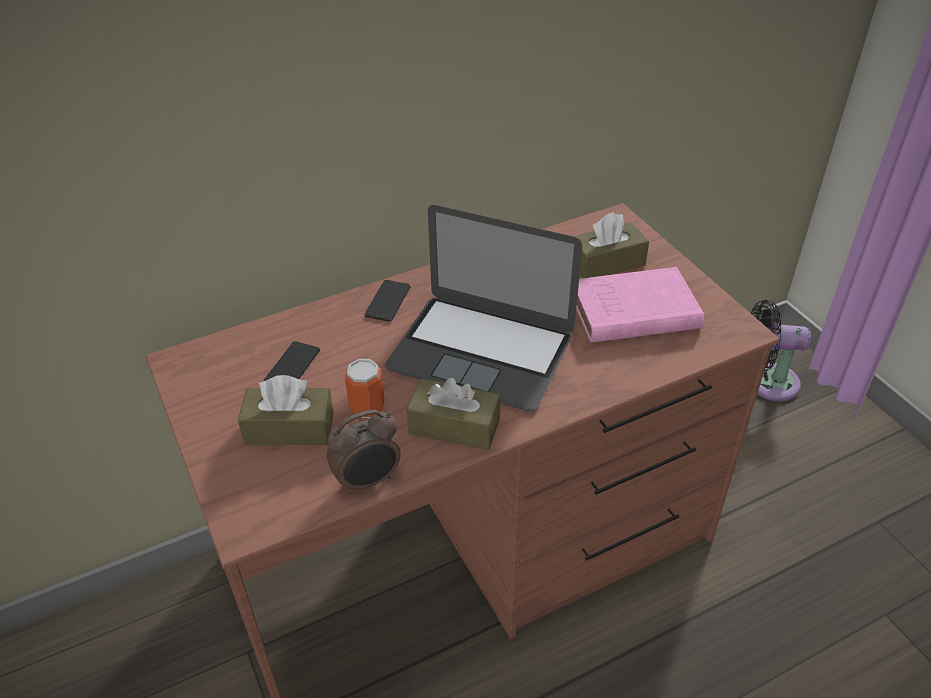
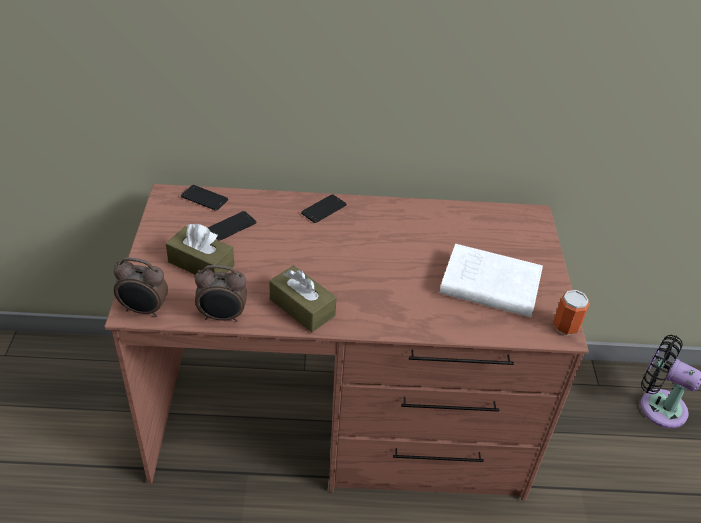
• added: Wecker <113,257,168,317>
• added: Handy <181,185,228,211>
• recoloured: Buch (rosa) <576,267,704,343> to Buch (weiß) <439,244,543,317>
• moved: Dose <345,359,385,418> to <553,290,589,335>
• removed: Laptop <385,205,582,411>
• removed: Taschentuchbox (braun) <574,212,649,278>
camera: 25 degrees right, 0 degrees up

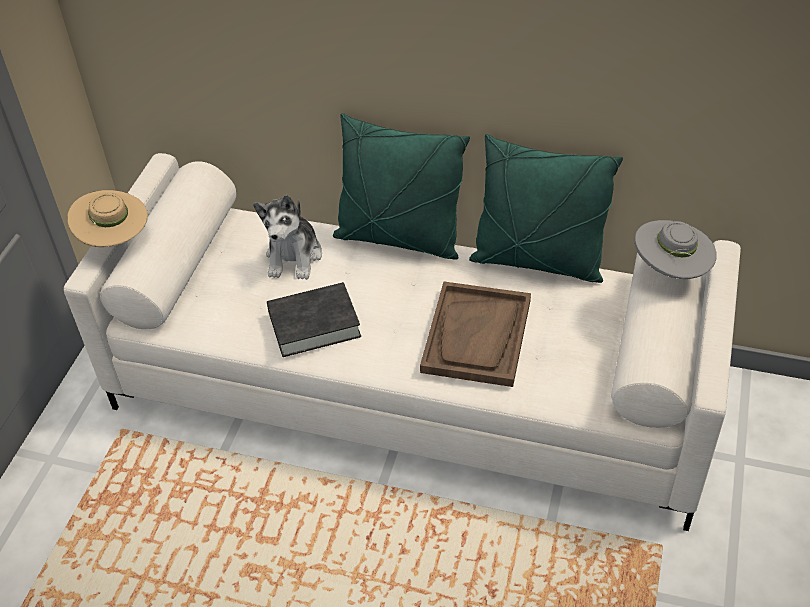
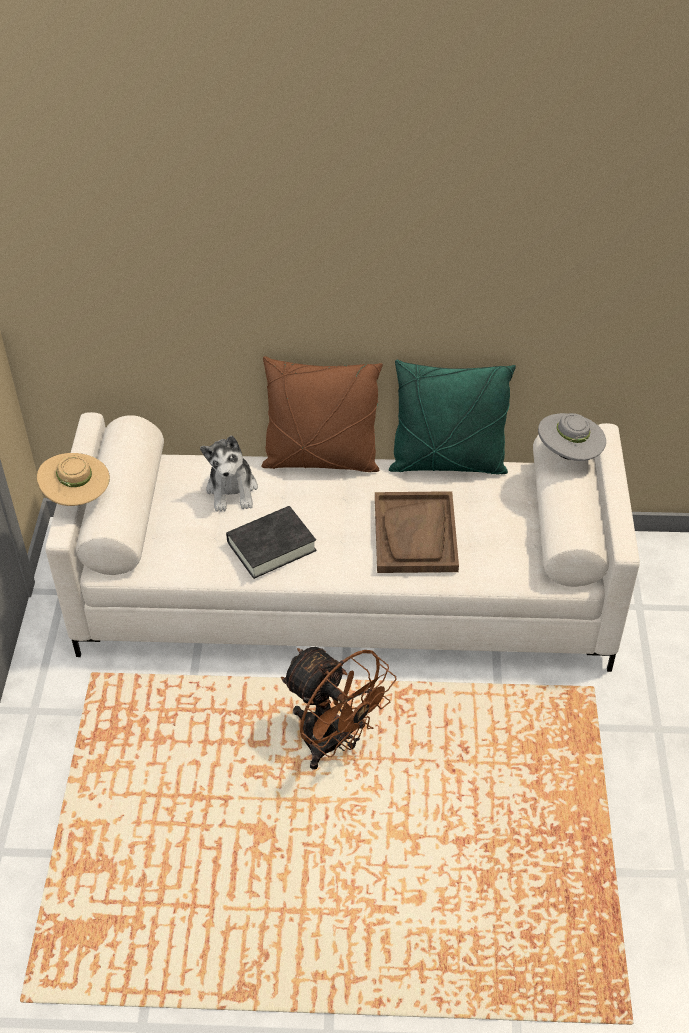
• recoloured: Kissen (grün) <333,113,470,260> to Kissen (braun) <261,356,383,472>
• added: Ventilator (braun) <281,647,397,770>
camera: 15 degrees left, 0 degrees up

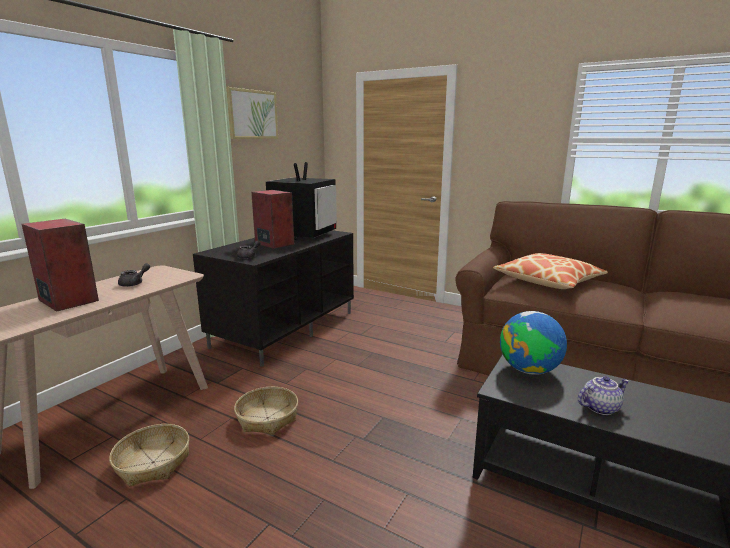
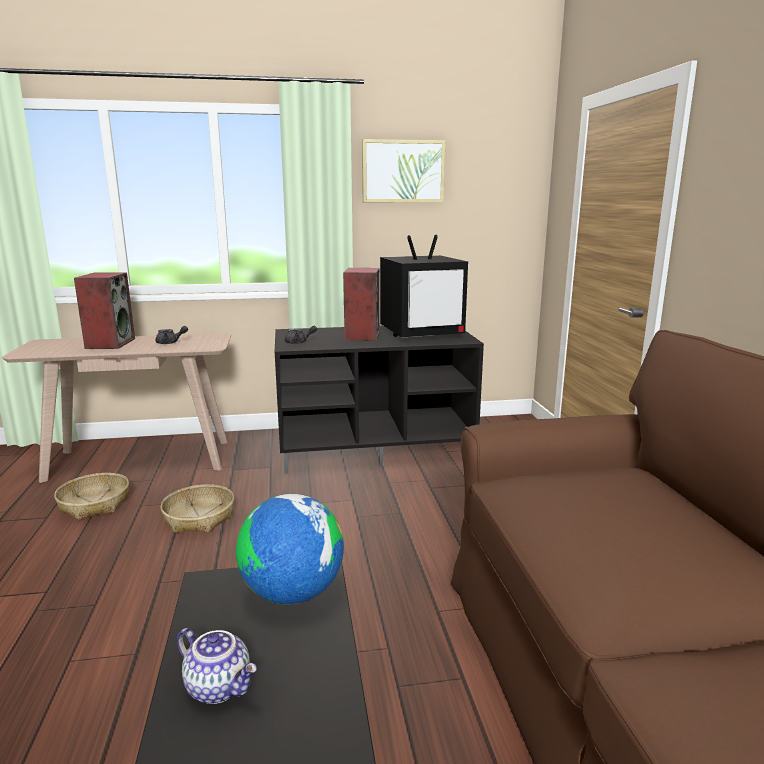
• removed: Kissen <493,253,608,289>
camera: 50 degrees right, 0 degrees up

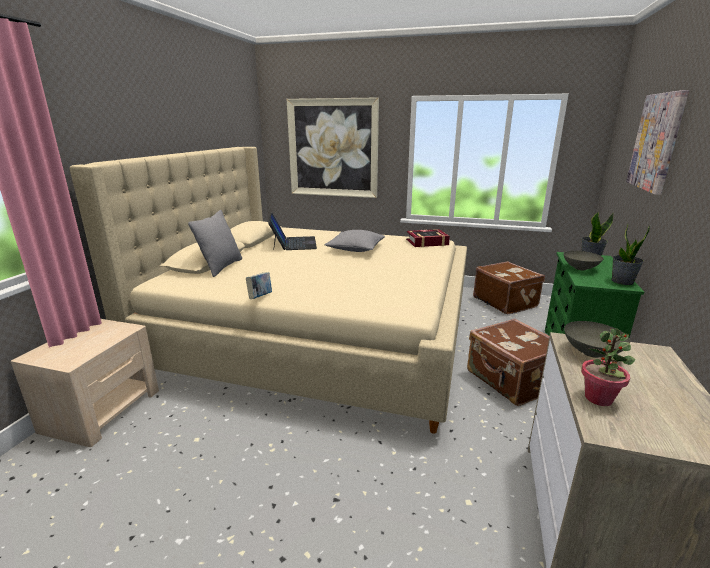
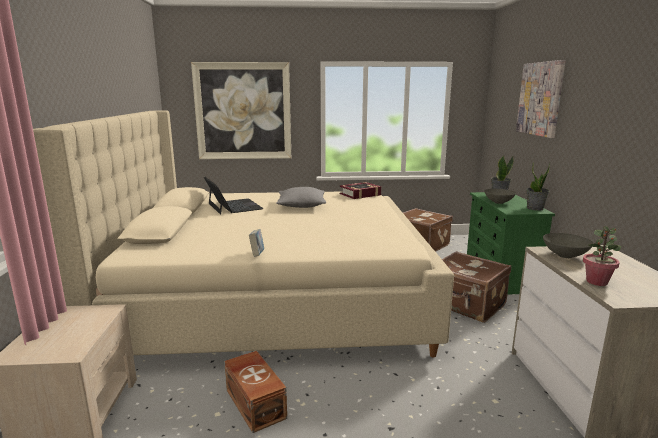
• added: Aufbewahrungsbox (braun) <224,351,287,433>
• removed: Kissen (grau) <188,210,242,277>
camera: 20 degrees left, 5 degrees down

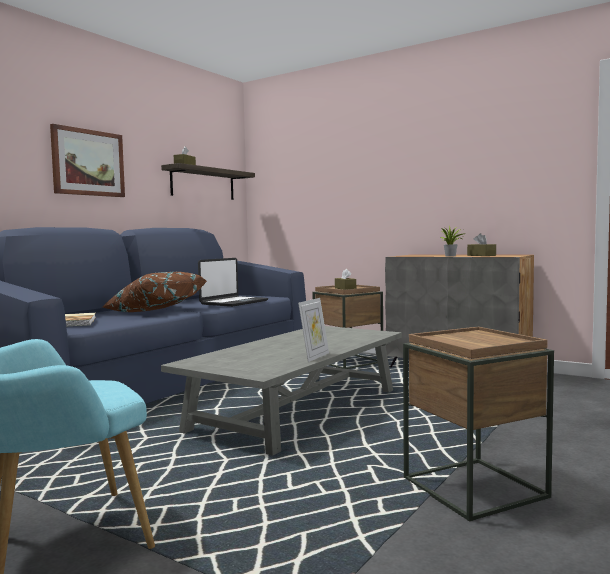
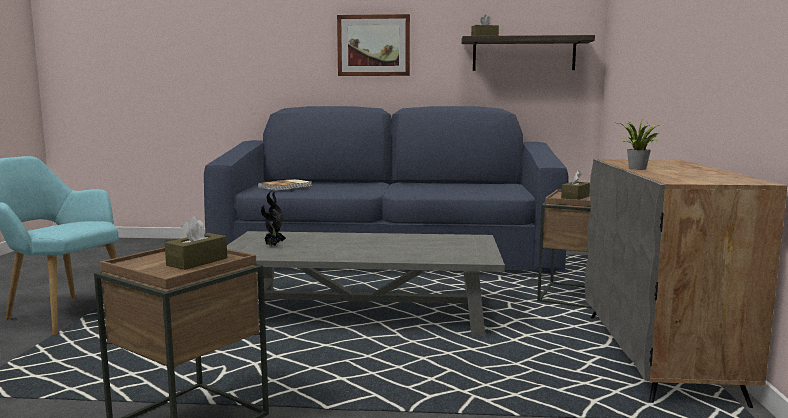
• moved: Taschentuchbox (braun) <467,233,496,256> to <165,216,227,270>
• added: Topfpflanze <261,192,286,246>
• removed: Kissen (braun) <103,272,207,312>
• removed: Laptop <198,258,268,307>
• removed: Bilderrahmen <298,298,329,362>
camera: 60 degrees right, 5 degrees up

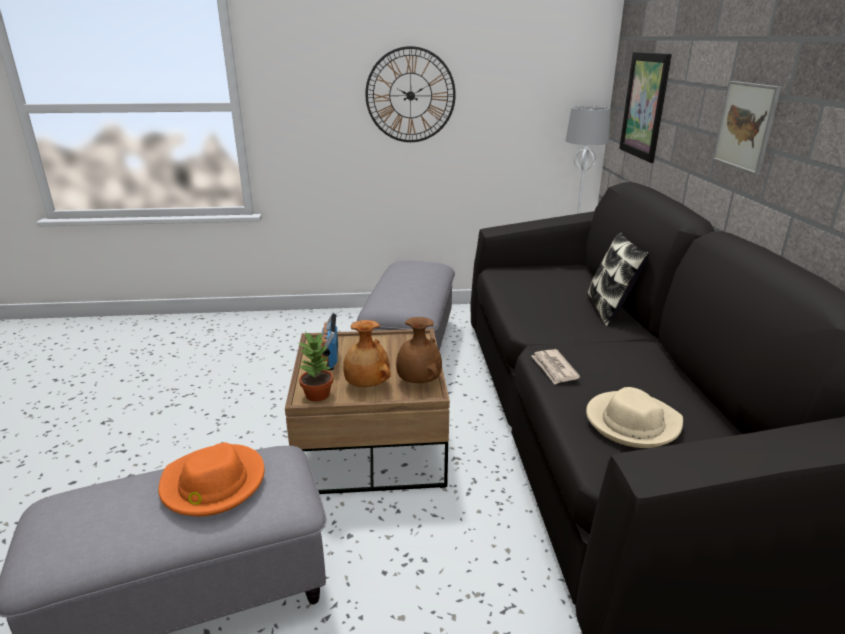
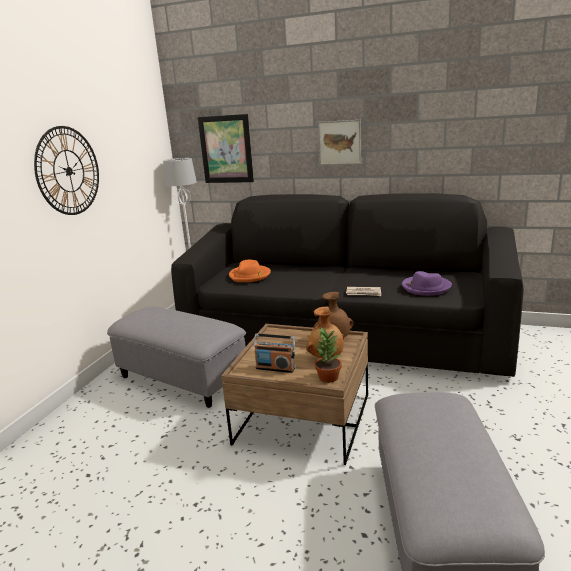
• moved: Hut (orange) <158,443,265,516> to <229,260,271,282>
• recoloured: Hut (beige) <586,387,683,448> to Hut (lila) <402,271,452,296>
• removed: Kissen <587,232,650,326>
camera: 65 degrees left, 5 degrees down

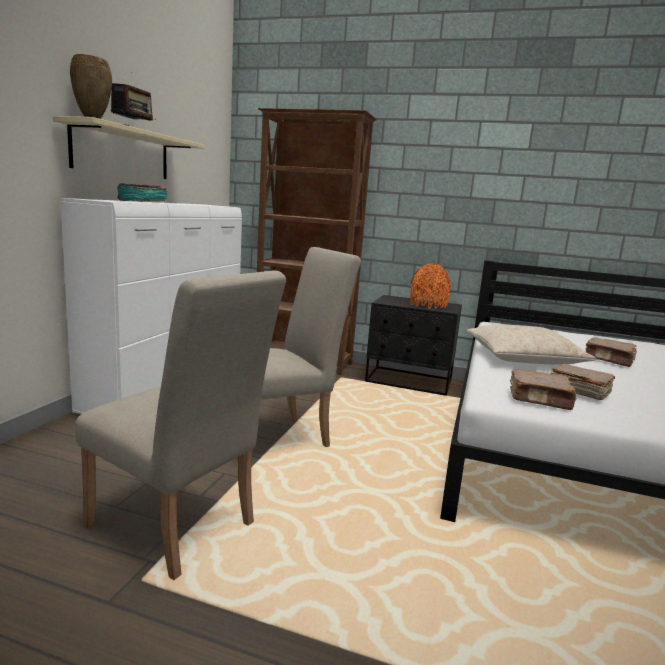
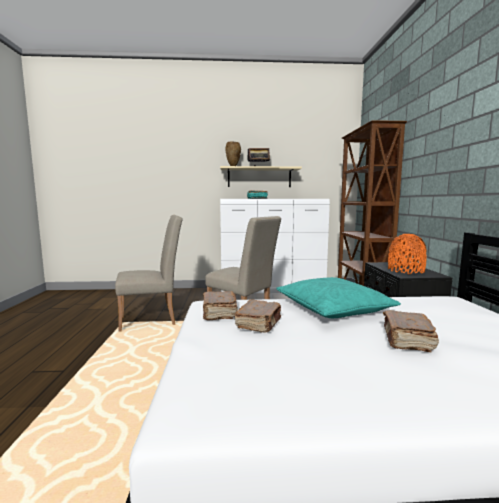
• turned: Stuhl (beige) <75,270,286,580> = <115,215,183,332> 120 degrees counterclockwise
• recoloured: Kissen (beige) <467,324,597,365> to Kissen (türkis) <276,277,401,318>
camera: 70 degrees right, 5 degrees down

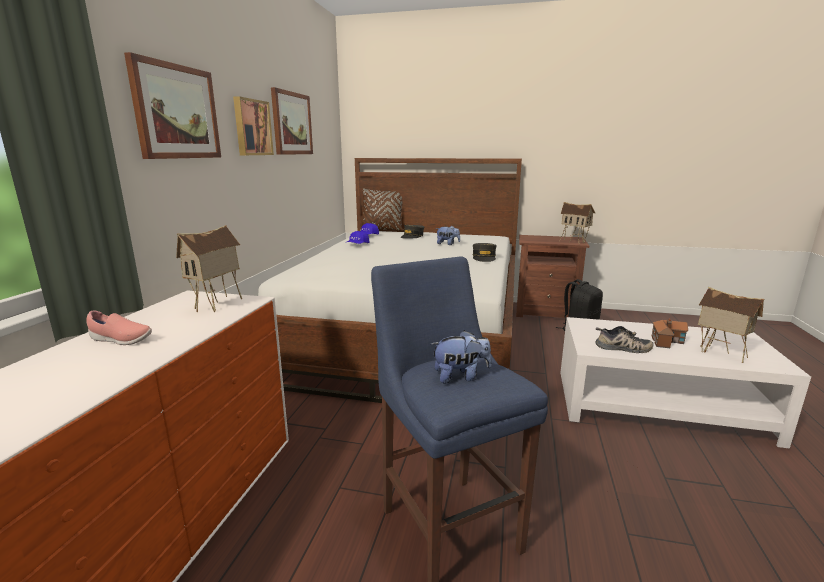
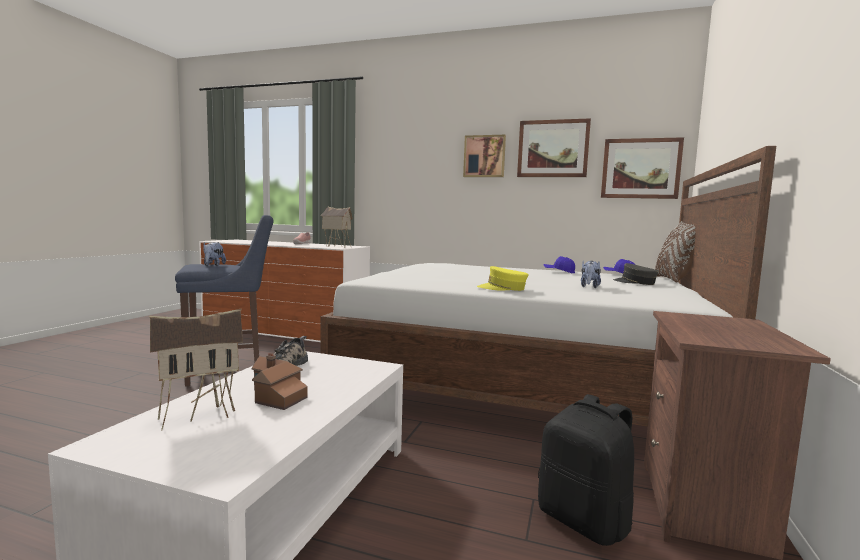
• recoloured: Kappe (grau) <473,243,497,262> to Kappe (gelb) <477,266,528,291>
• moved: Bild <124,52,221,159> to <601,137,684,199>
• removed: Spielzeughaus <560,202,595,244>
camera: 95 degrees right, 10 degrees down

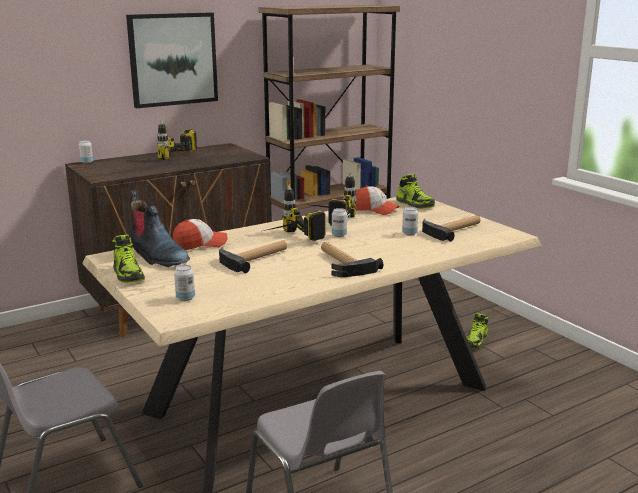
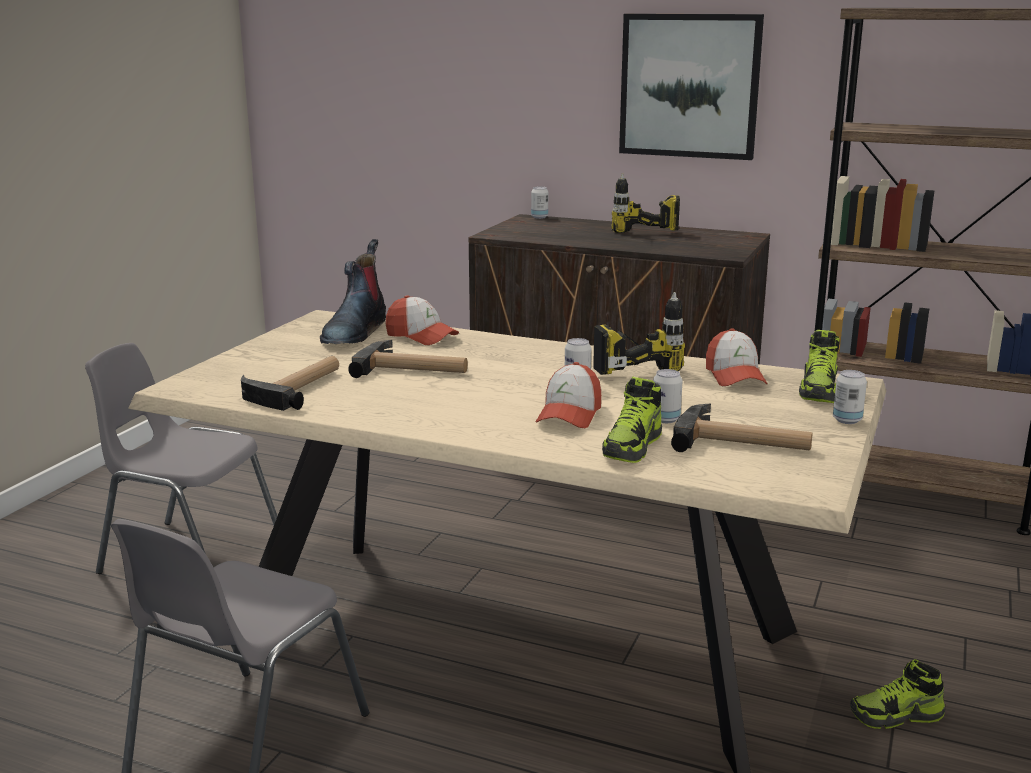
• moved: Hammer <321,242,383,277> to <241,356,339,411>
• added: Kappe <536,362,601,428>
• moved: Schuh <112,234,145,283> to <602,377,662,463>
• moved: Dose <174,265,195,301> to <833,370,867,424>
• removed: Bohrmaschine <264,185,325,241>
camera: 55 degrees right, 0 degrees up

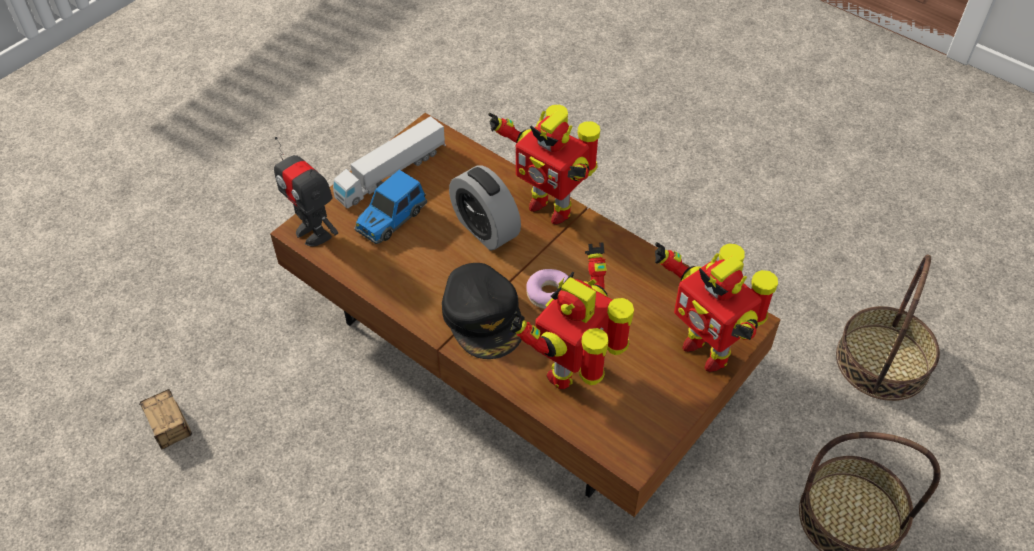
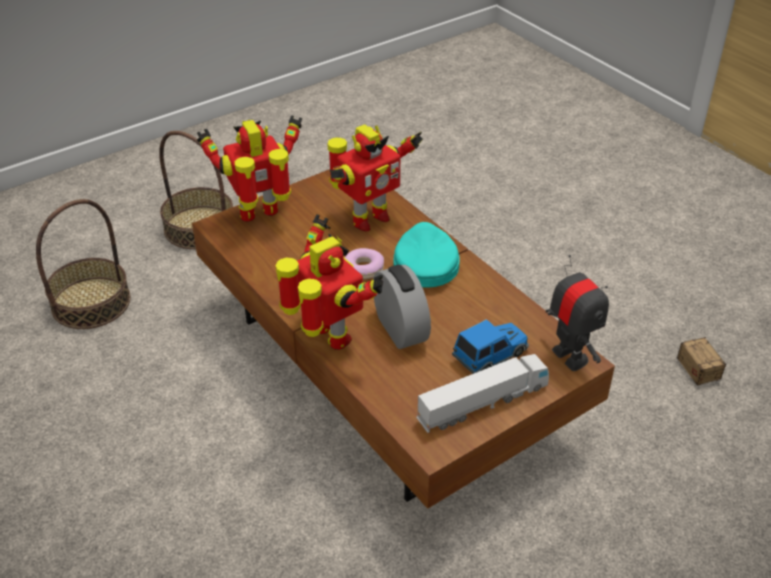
• turned: Spielzeugroboter <655,242,778,372> = <197,115,302,222> 90 degrees counterclockwise
• recoloured: Kappe (schwarz) <442,263,521,359> to Kappe (türkis) <394,222,460,287>
camera: 165 degrees left, 10 degrees down

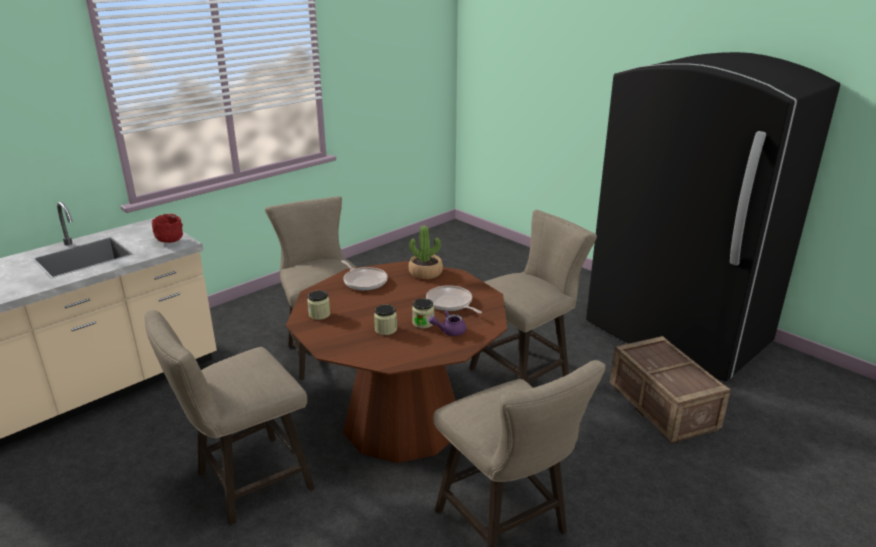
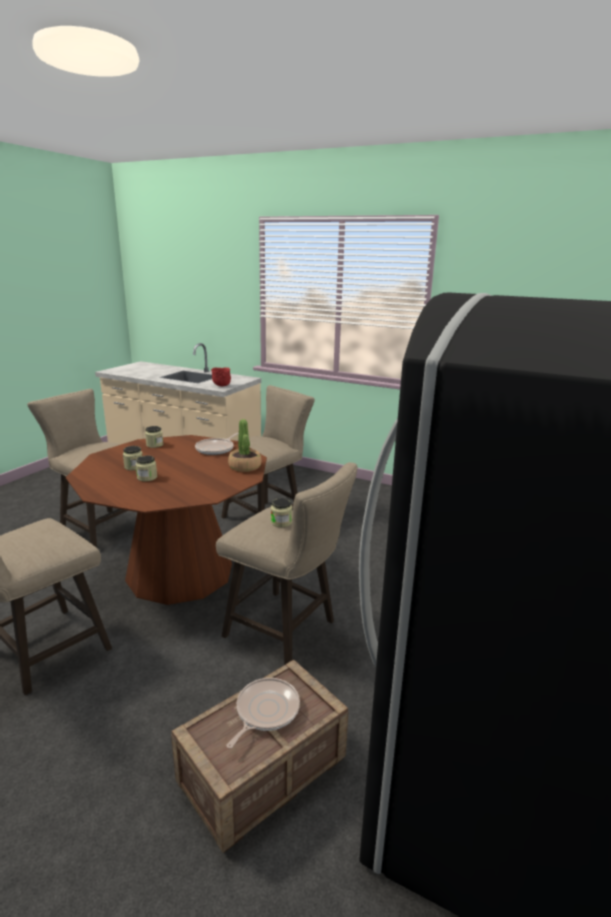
• moved: Pfanne <426,285,482,314> to <227,678,300,748>
• added: Vorratsglas <271,498,293,527>
• removed: Teekanne (lila) <429,310,466,336>
camera: 70 degrees right, 5 degrees down

